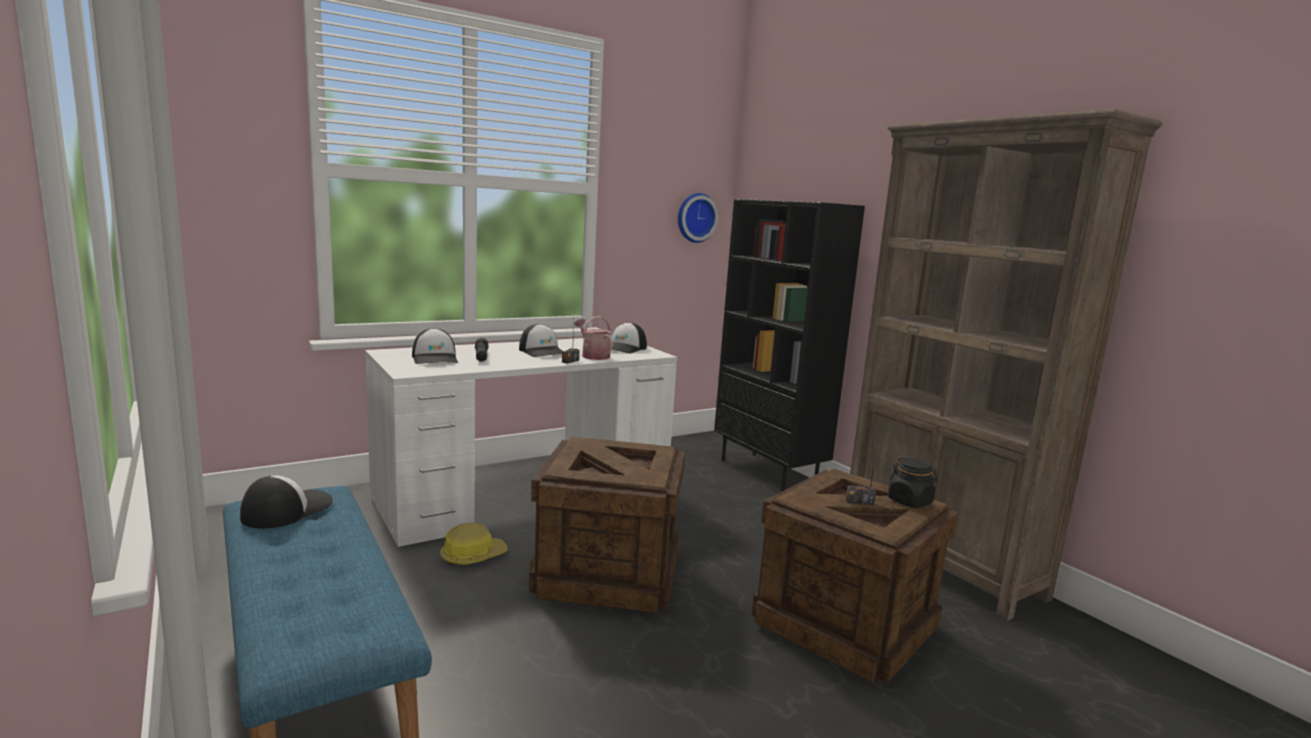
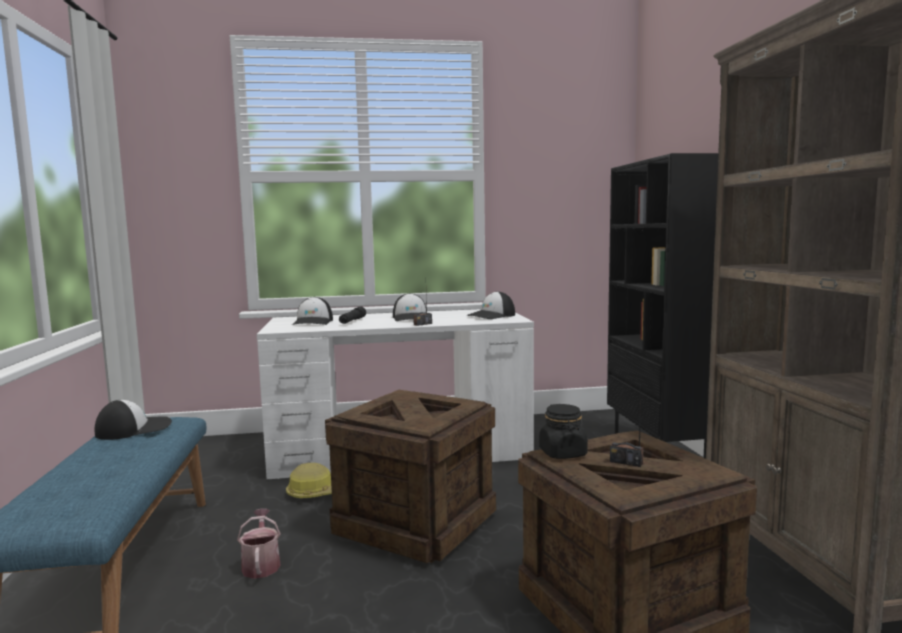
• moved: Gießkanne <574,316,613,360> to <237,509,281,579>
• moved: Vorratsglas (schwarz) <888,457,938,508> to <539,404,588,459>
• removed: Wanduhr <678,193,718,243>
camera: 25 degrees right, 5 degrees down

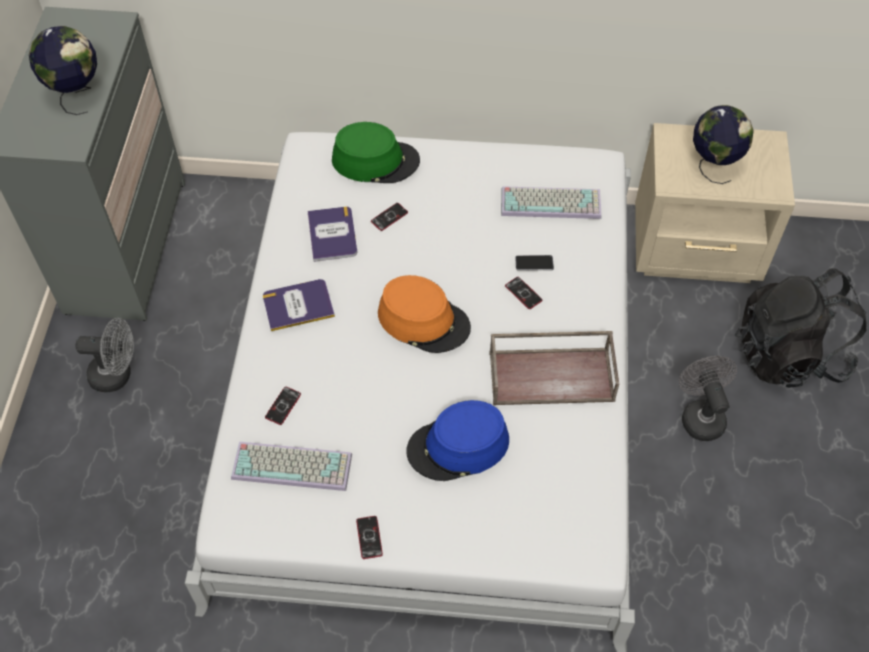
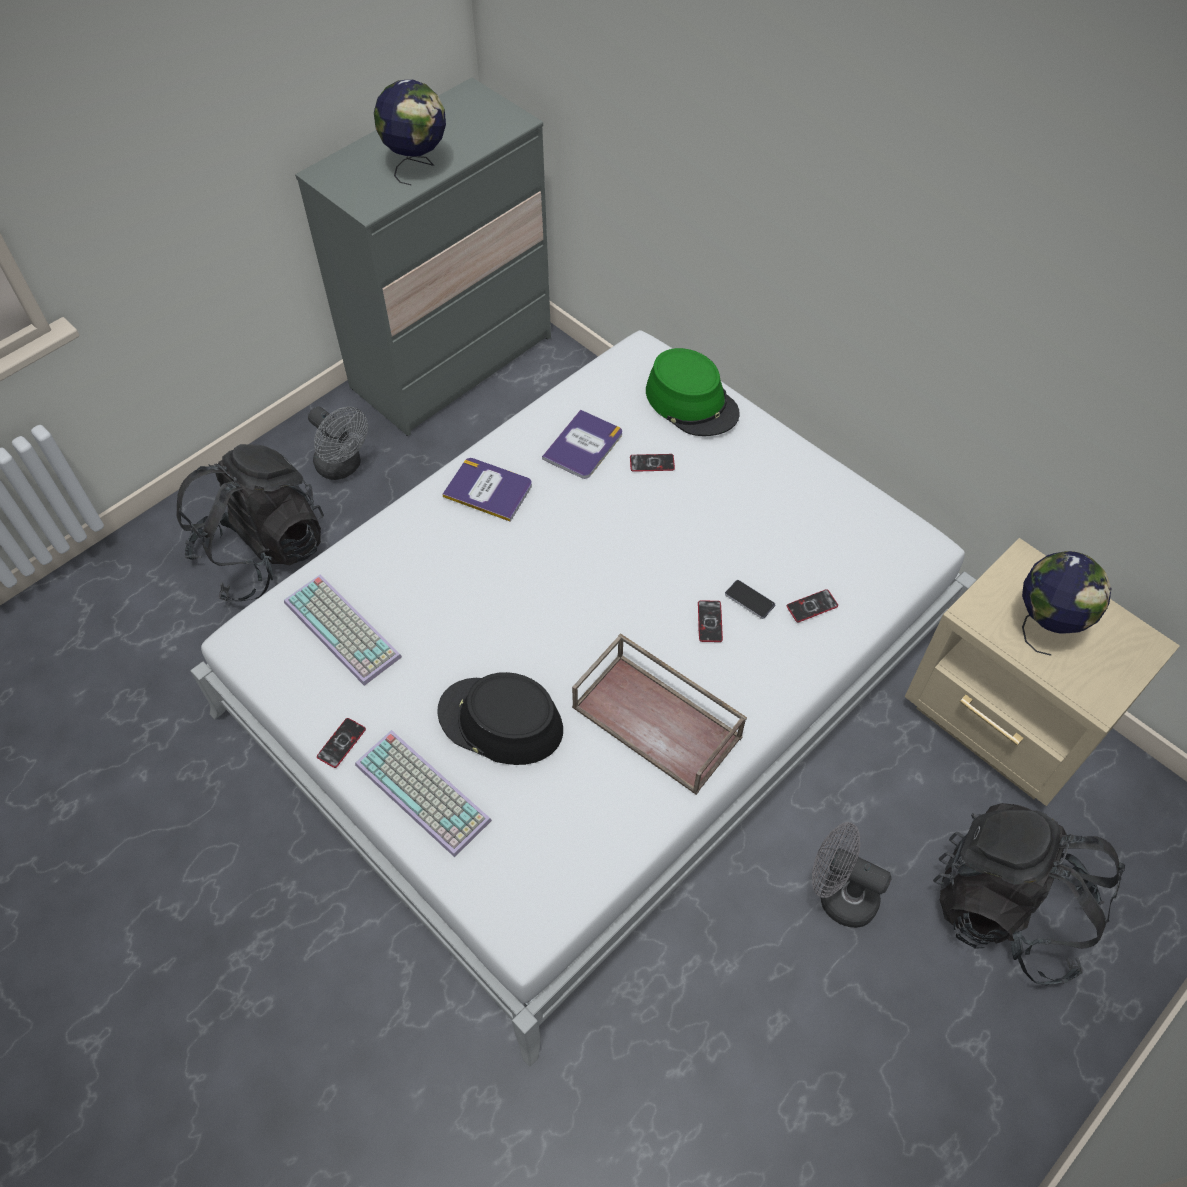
• added: Rucksack (schwarz) <177,444,324,601>
• moved: Tastatur <501,186,602,219> to <355,730,492,857>
• recoloured: Hut (blau) <406,400,509,481> to Hut (schwarz) <437,672,563,765>
• moved: Handy <265,387,301,425> to <787,589,838,622>
• turned: Ventilator (grau) <679,356,737,441> = <812,822,892,928> 90 degrees counterclockwise
• removed: Hut (orange) <378,275,471,353>
camera: 40 degrees right, 0 degrees up

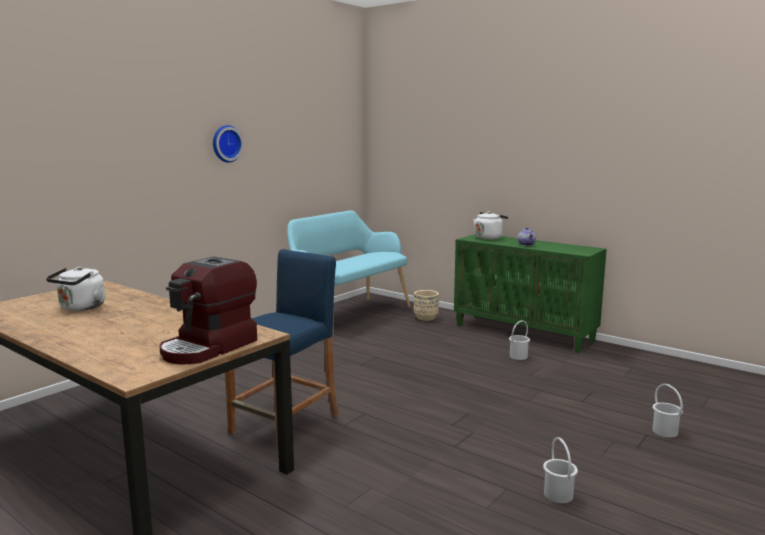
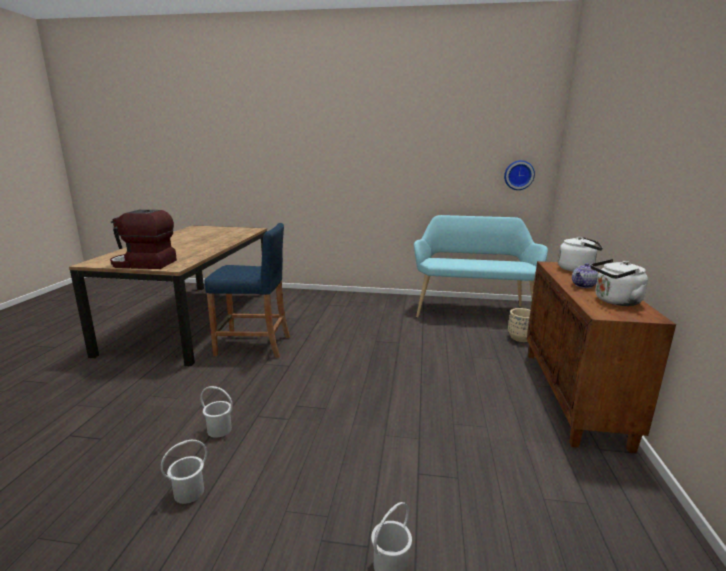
• moved: Eimer (weiß) <509,320,530,360> to <200,386,233,438>
• moved: Wanduhr <213,125,244,163> to <504,160,535,190>
• recoloured: Schrank (grün) <454,234,607,353> to Schrank (braun) <527,261,676,453>
• moved: Wasserkessel (weiß) <46,267,105,311> to <590,259,648,306>
camera: 60 degrees right, 5 degrees up

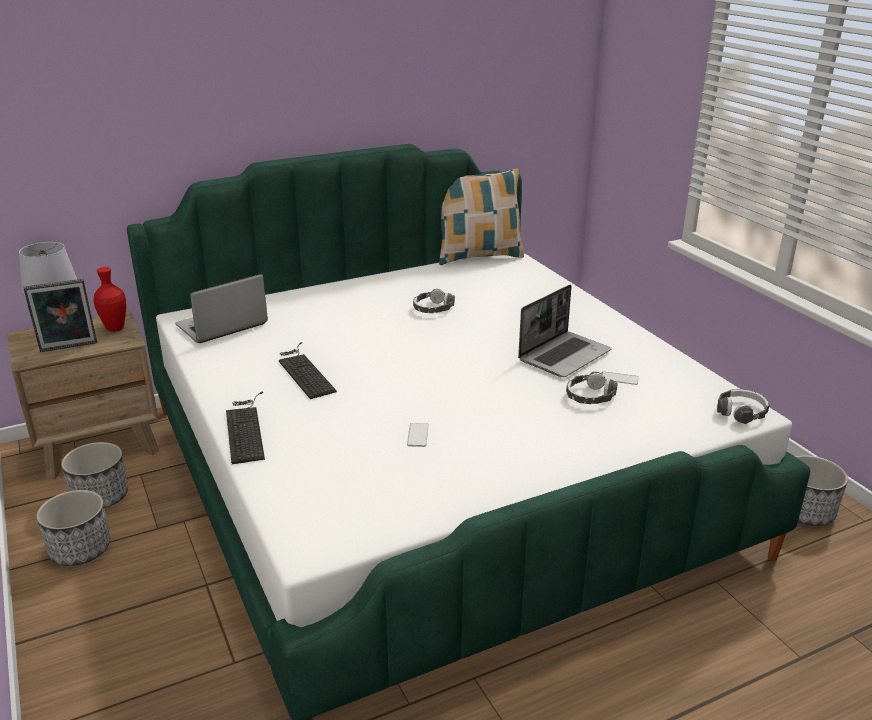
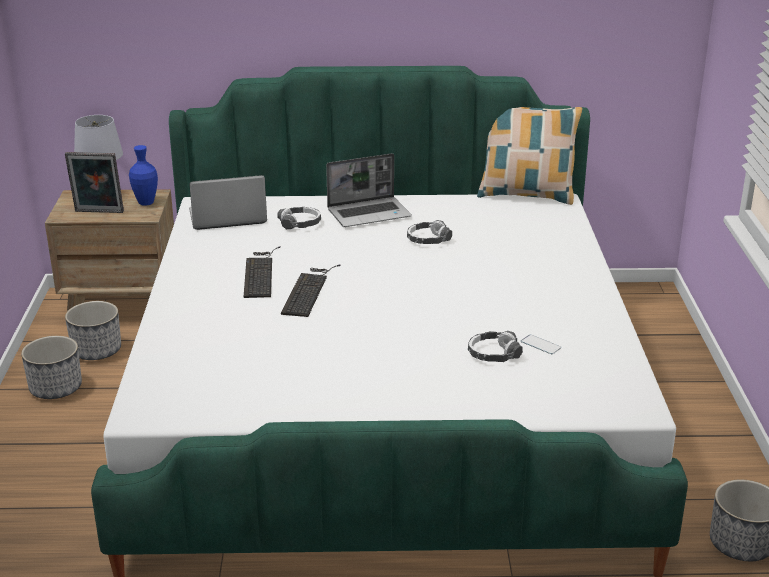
• recoloured: Vase (rot) <94,267,126,332> to Vase (blau) <129,145,158,206>
• moved: Kopfhörer <717,389,770,424> to <277,207,321,230>
• moved: Tastatur <226,391,265,464> to <281,265,341,317>
• moved: Laptop <518,284,612,377> to <326,153,412,227>
• removed: Handy <407,423,429,447>
camera: 25 degrees right, 0 degrees up

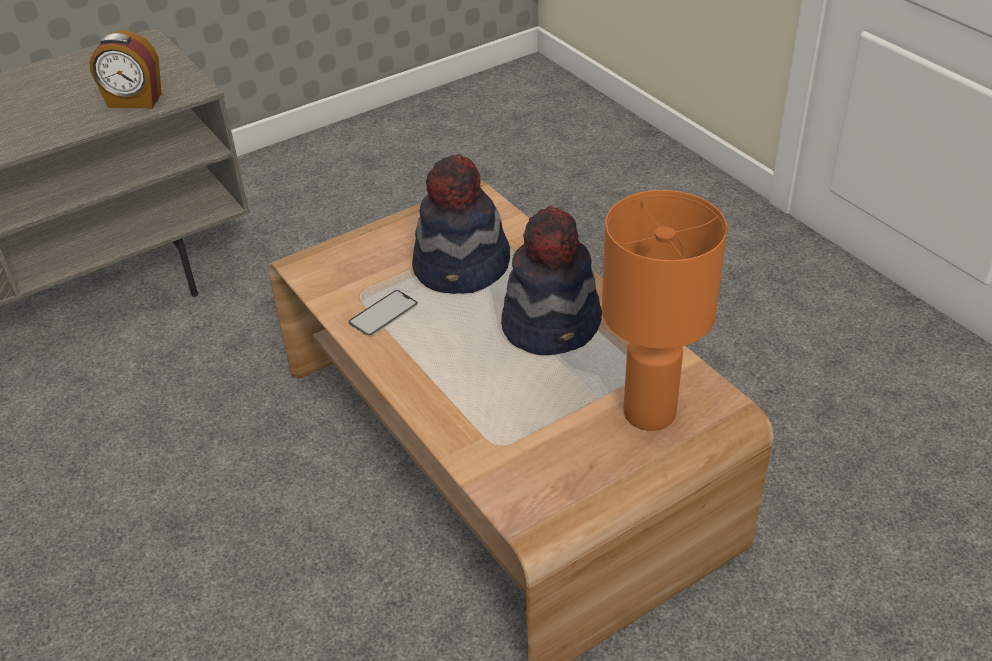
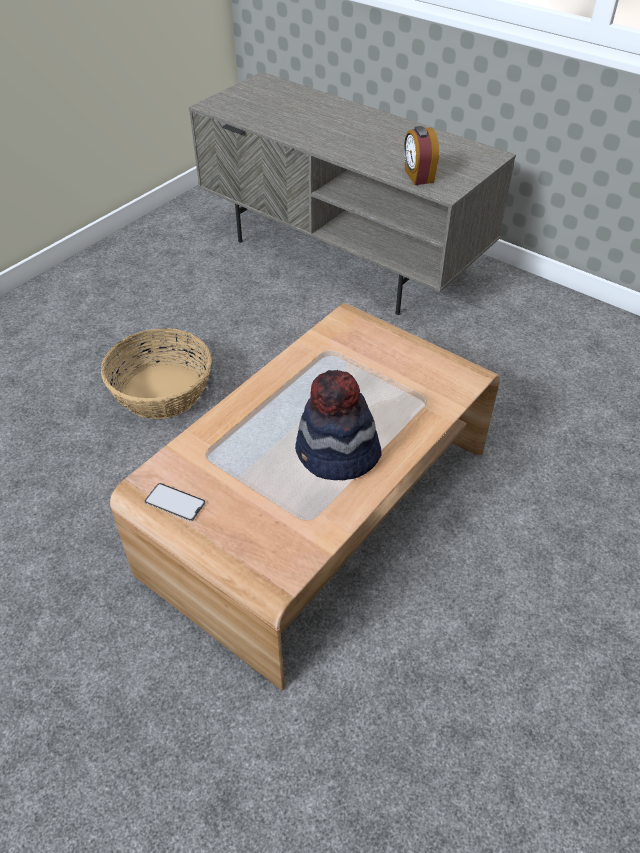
• added: Korb <101,328,212,419>
• moved: Handy <348,290,418,337> to <145,483,206,521>
• removed: Hut <412,154,510,294>
• removed: Tischlampe (orange) <602,190,727,431>
camera: 70 degrees right, 5 degrees up

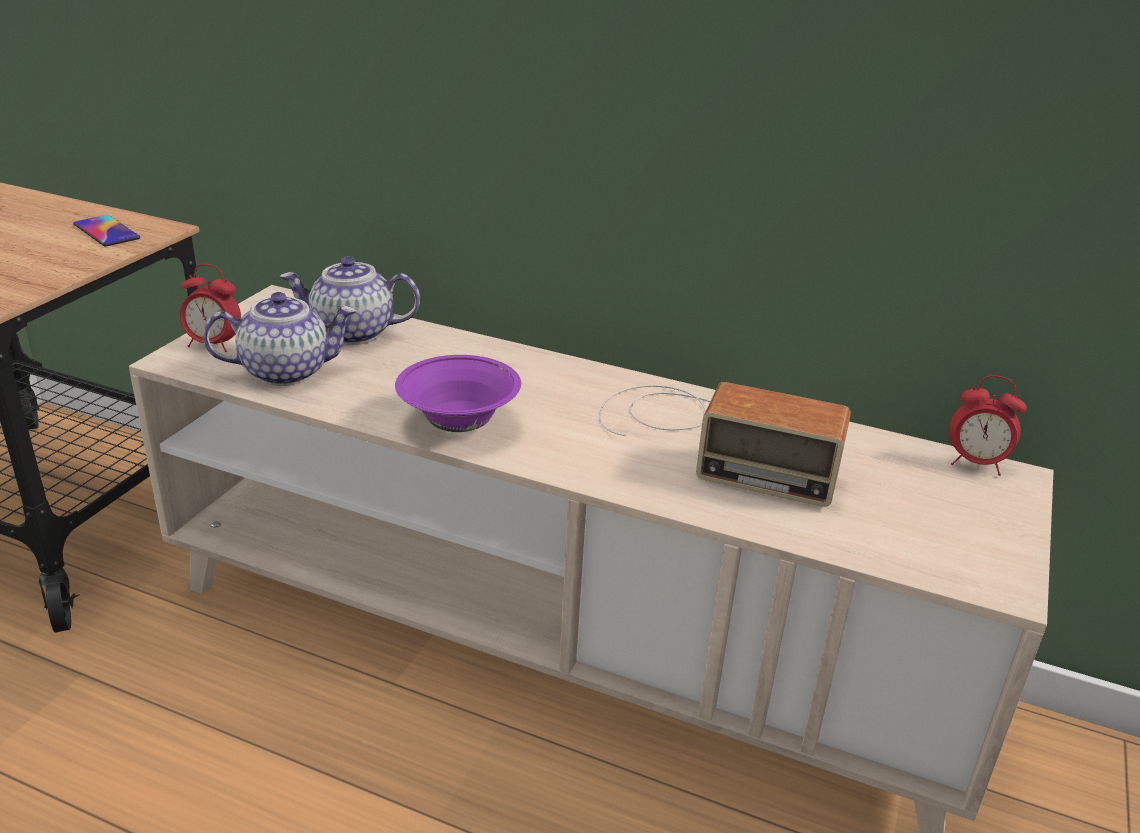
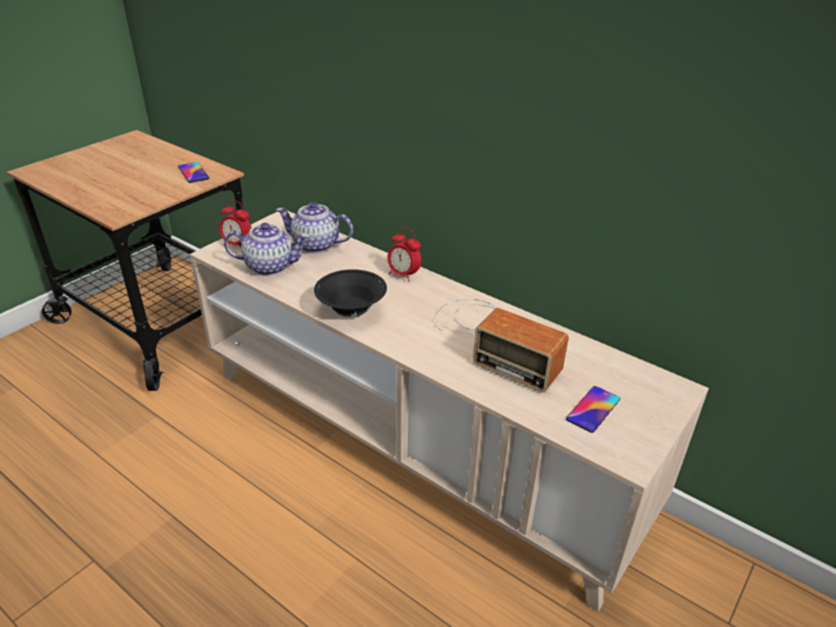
• recoloured: Schüssel (lila) <395,355,521,432> to Schüssel (schwarz) <314,269,387,317>
• moved: Wecker <949,375,1027,476> to <387,228,421,282>
• added: Handy <566,386,620,433>
camera: 15 degrees right, 5 degrees up

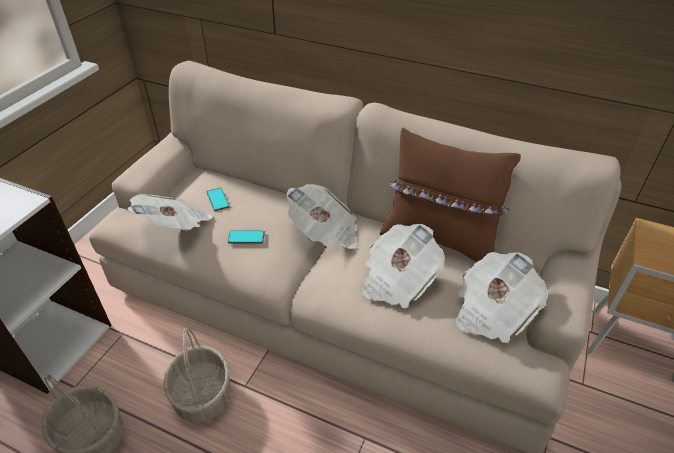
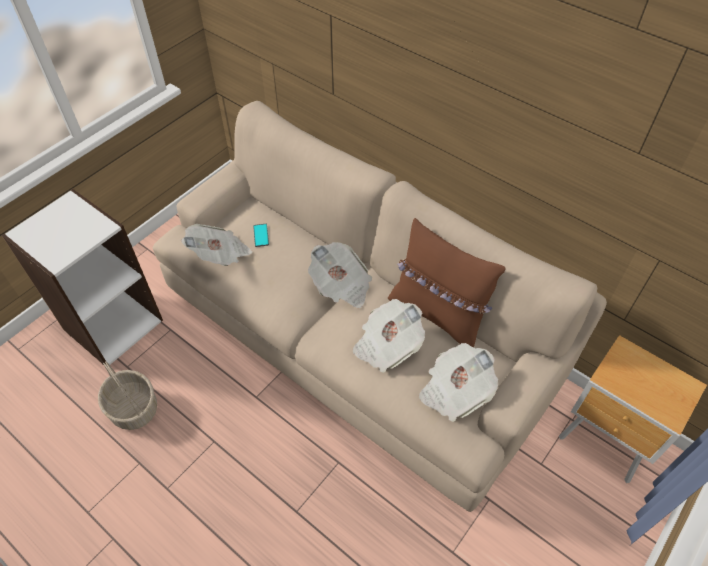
• removed: Korb <163,328,230,423>
• removed: Handy <228,230,265,244>
camera: 15 degrees right, 10 degrees up

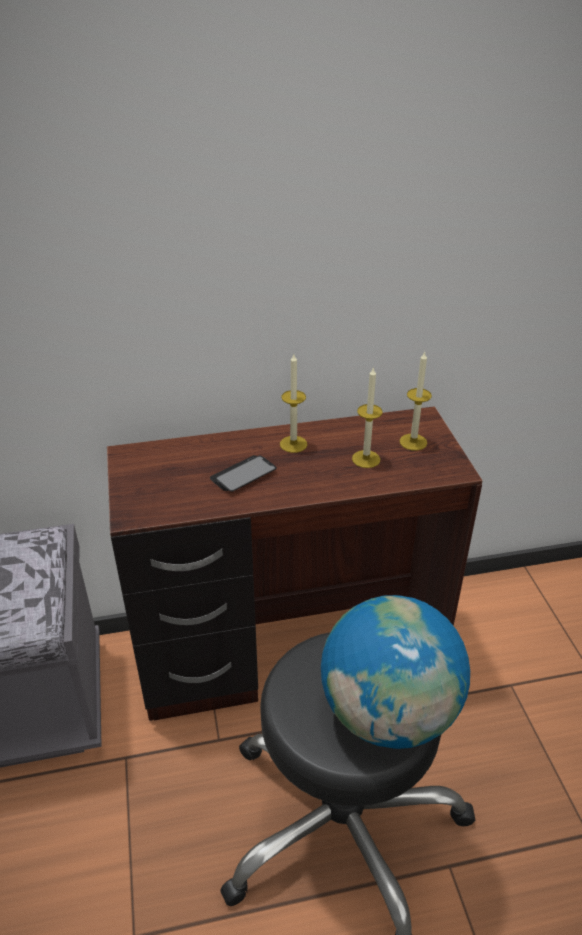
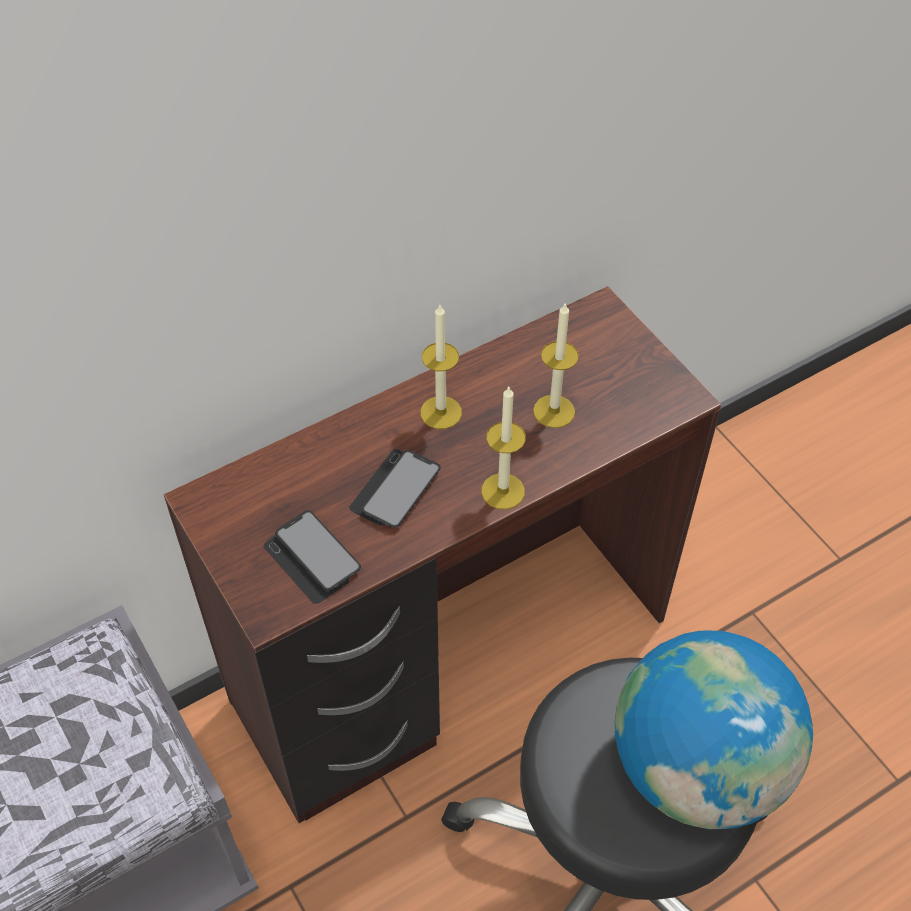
• added: Handy <263,510,361,604>
• moved: Kerze <400,351,432,451> to <481,387,526,510>
camera: 20 degrees left, 15 degrees up

